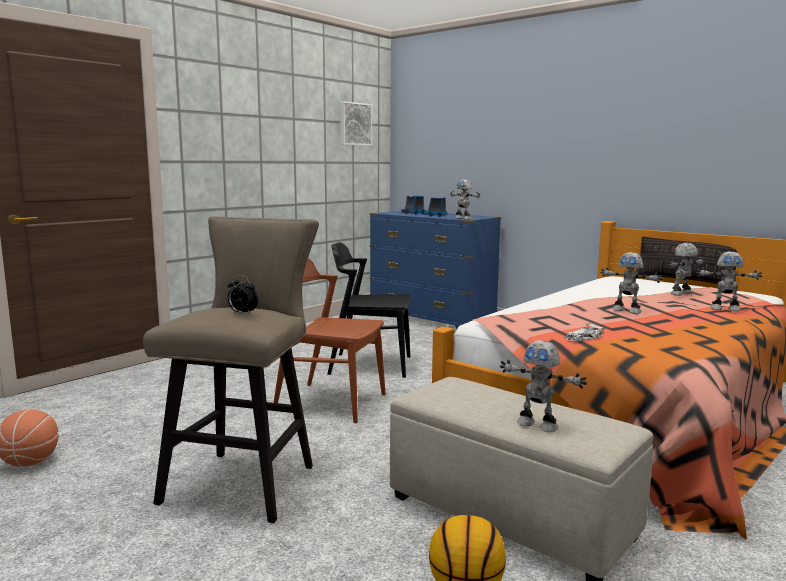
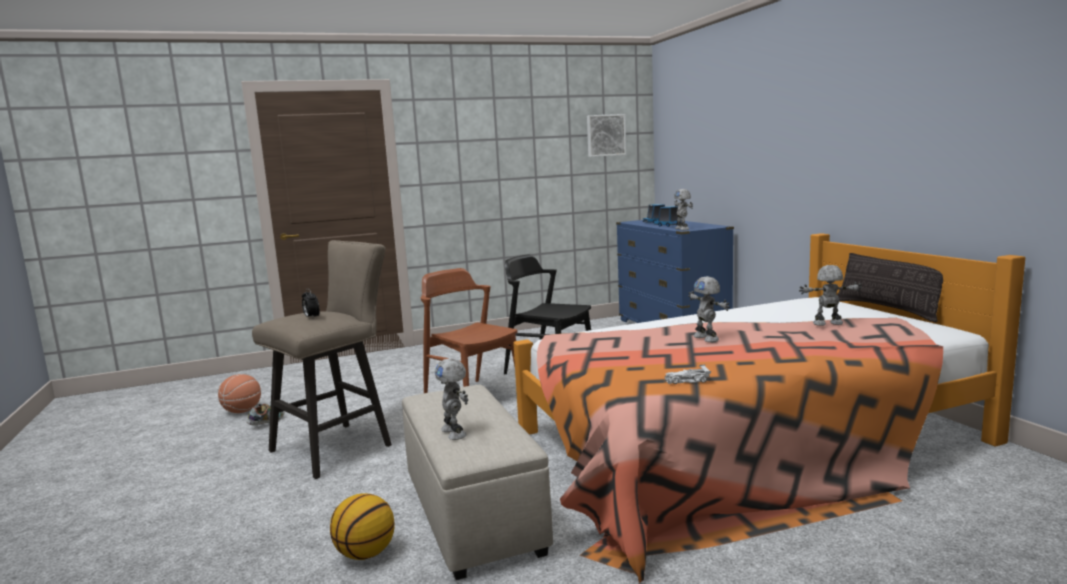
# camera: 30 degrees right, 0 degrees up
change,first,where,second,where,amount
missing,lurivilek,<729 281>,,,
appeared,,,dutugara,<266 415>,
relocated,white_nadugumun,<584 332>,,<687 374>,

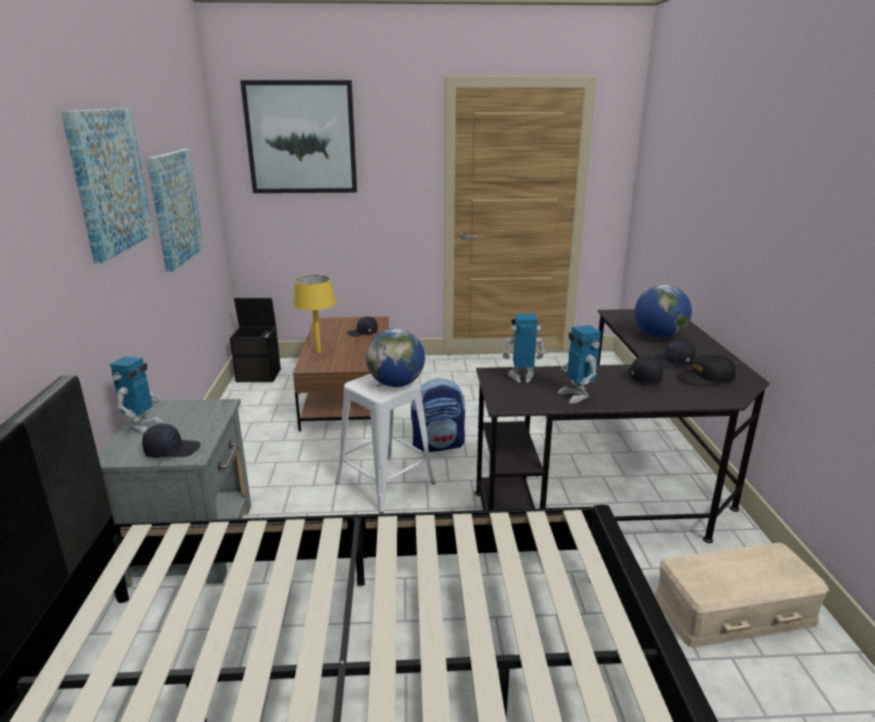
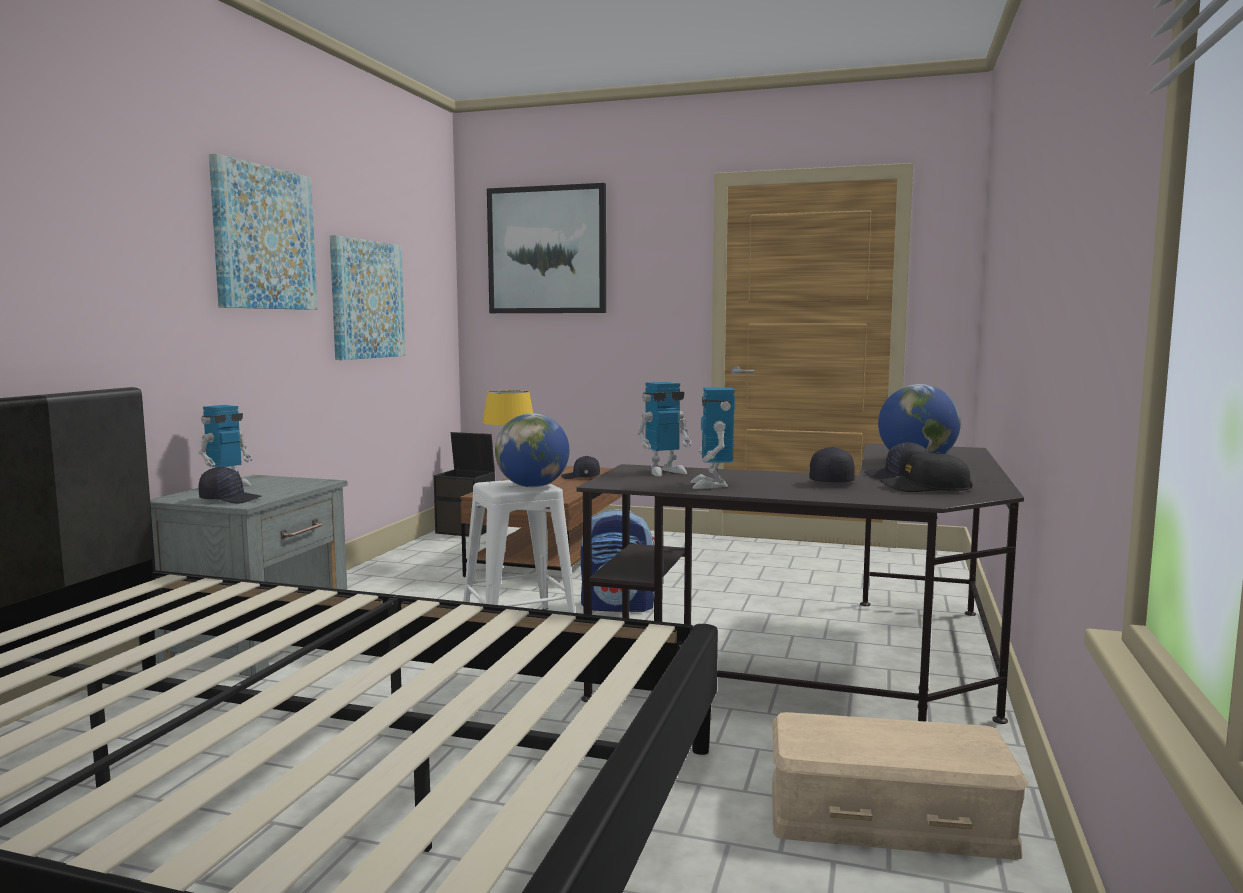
# camera: 20 degrees right, 15 degrees down
change,first,where,second,where,amount
spun,lurivilek,<524 348>,,<664 429>,135 degrees clockwise

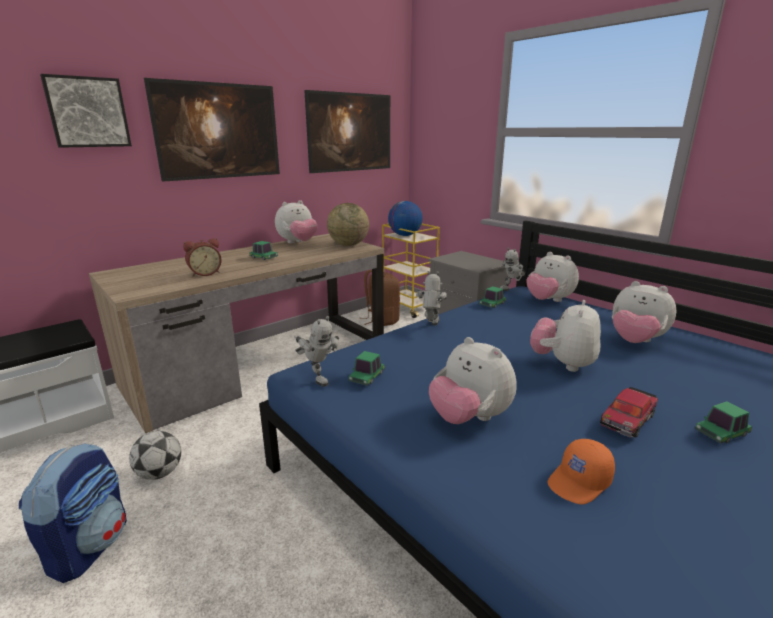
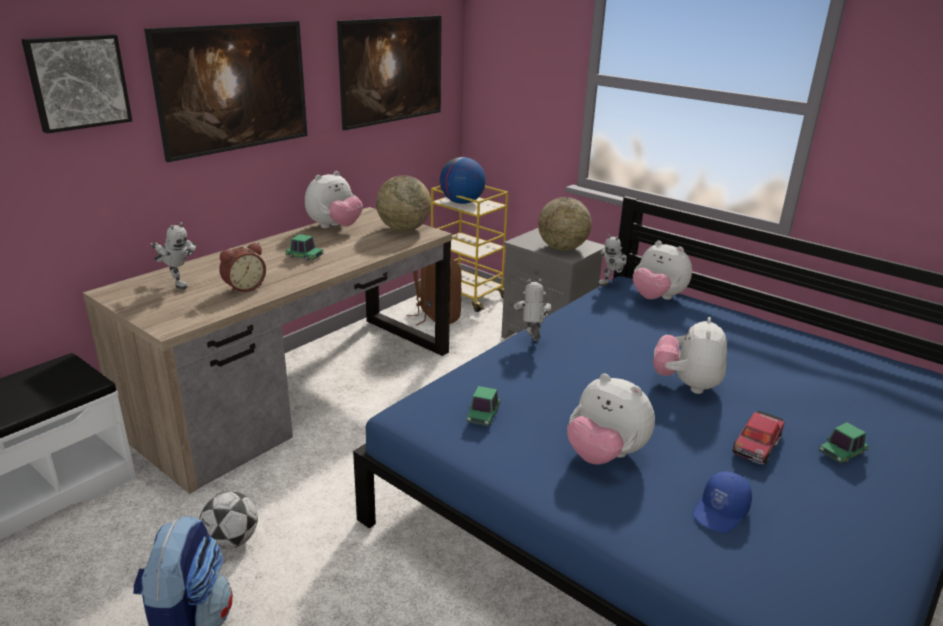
# camera: 10 degrees left, 5 degrees up
change,first,where,second,where,amount
missing,nadugumun,<492 297>,,,
missing,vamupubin,<644 312>,,,
appeared,,,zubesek,<564 224>,
relocated,lurivilek,<316 351>,,<173 255>,
colour,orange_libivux,<581 472>,blue_libivux,<722 502>,

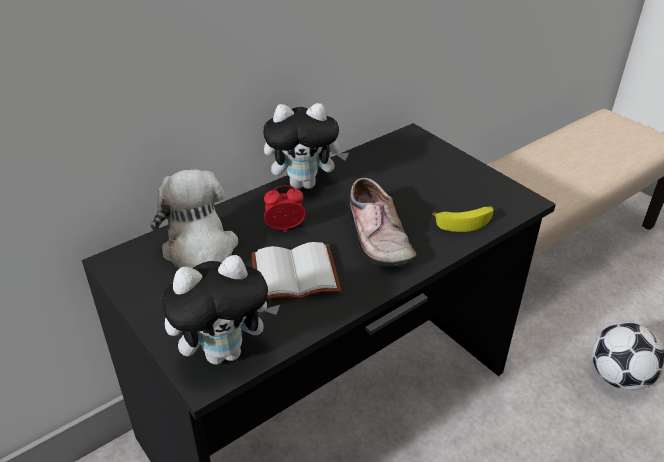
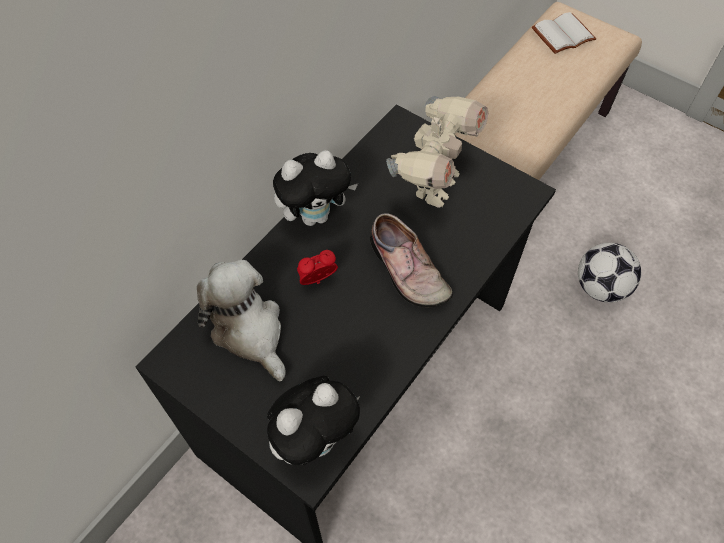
# camera: 15 degrees left, 20 degrees up
change,first,where,second,where,amount
missing,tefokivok,<463 219>,,,
appeared,,,lurivilek,<437 152>,
relocated,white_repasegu,<296 271>,,<564 33>,

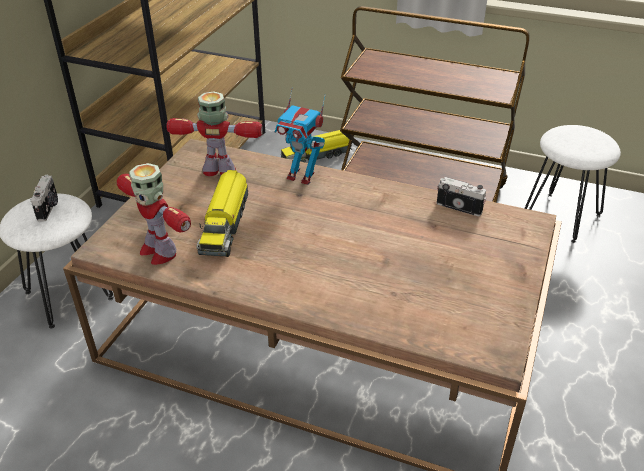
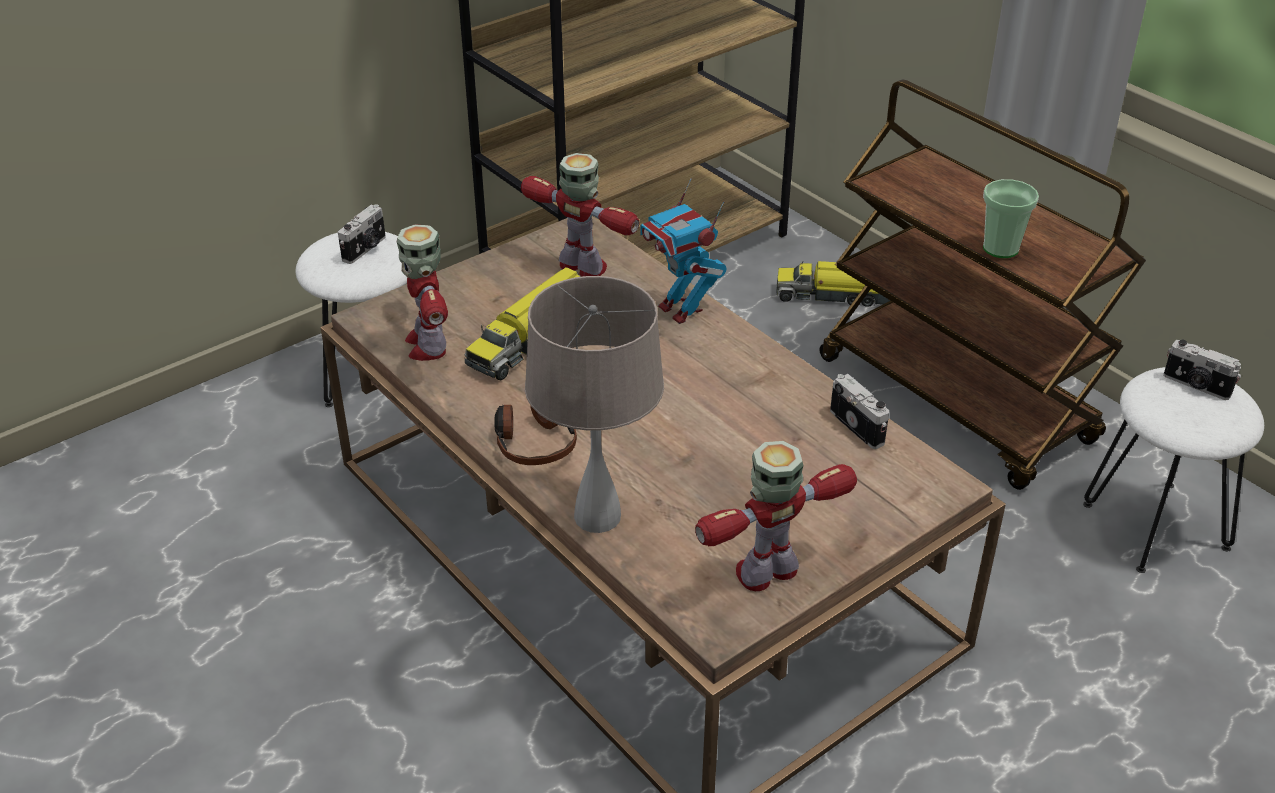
# camera: 30 degrees right, 0 degrees up
change,first,where,second,where,amount
appeared,,,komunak,<535 435>,
appeared,,,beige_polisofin,<594 404>,
appeared,,,lurivilek,<776 516>,
appeared,,,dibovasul,<1011 218>,
appeared,,,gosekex,<1202 369>,

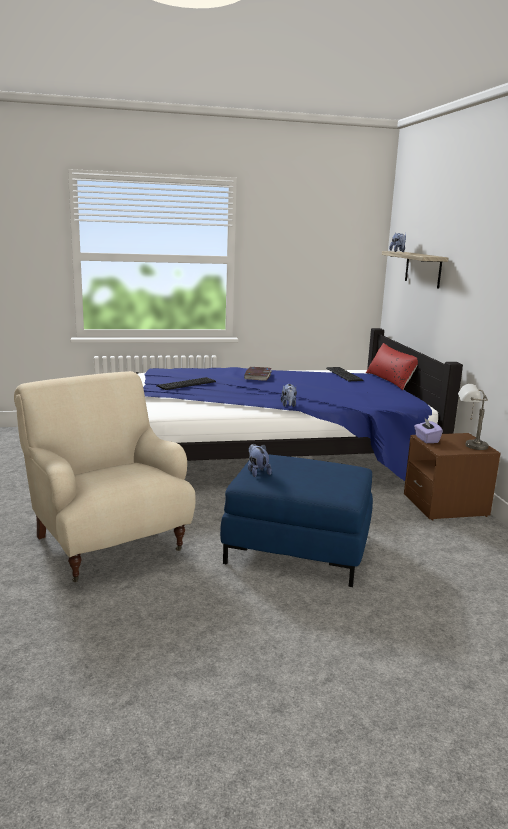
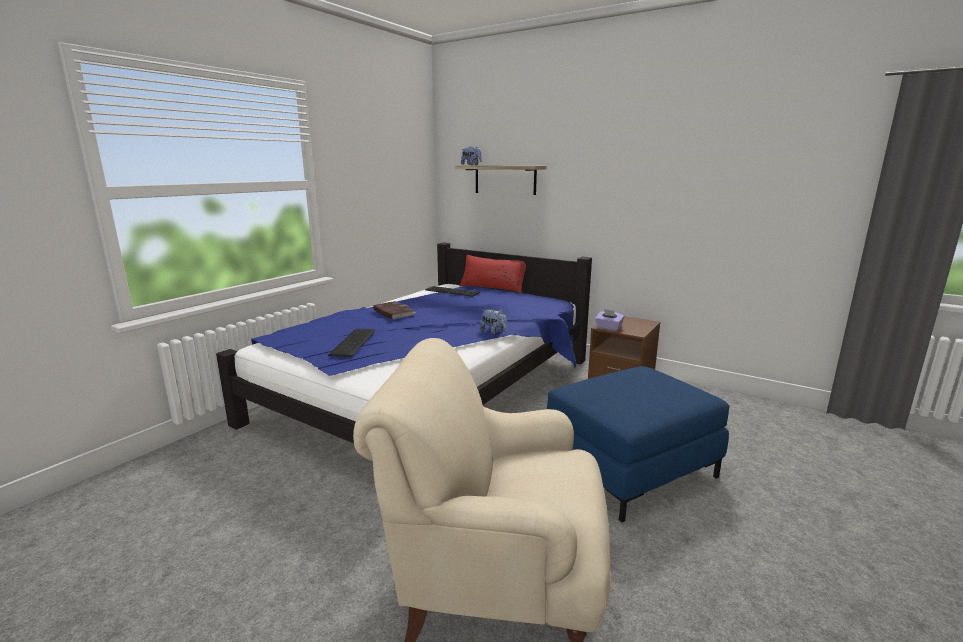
# camera: 45 degrees left, 0 degrees up
change,first,where,second,where,amount
missing,vamupubin,<260 460>,,,
missing,grey_polisofin,<473 417>,,,

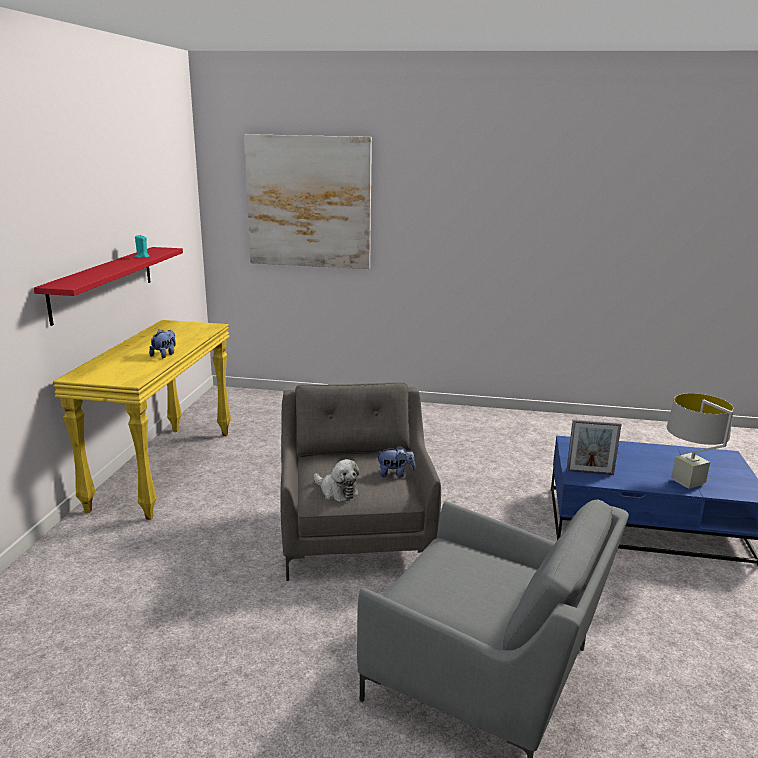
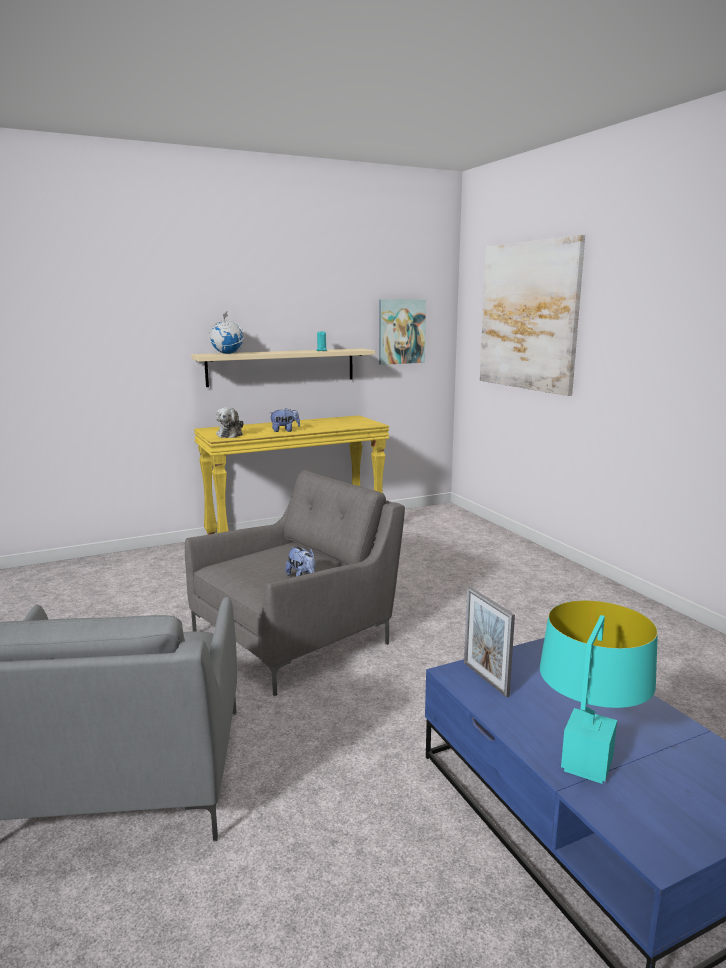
# camera: 55 degrees right, 5 degrees down
change,first,where,second,where,amount
appeared,,,zubesek,<226 332>,
appeared,,,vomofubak,<402 332>,
relocated,vamupubin,<337 480>,,<230 422>,
colour,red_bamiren,<108 286>,beige_bamiren,<283 367>,
colour,grey_polisofin,<700 441>,turquoise_polisofin,<599 692>,

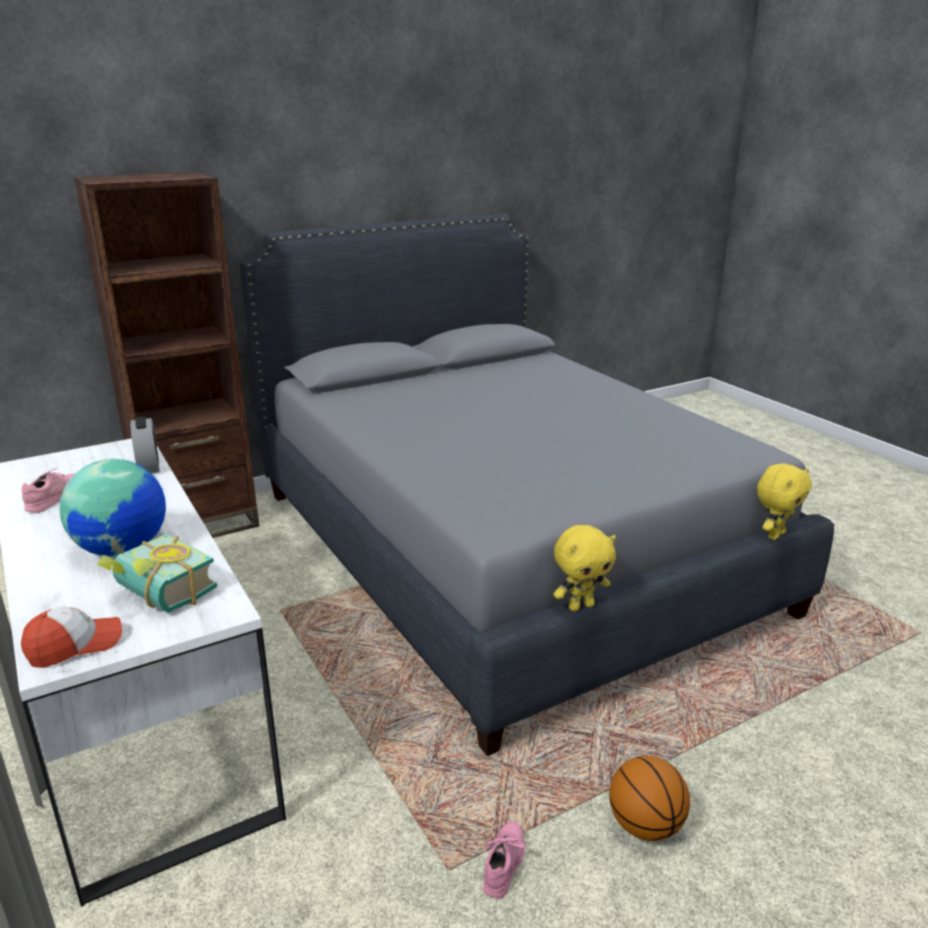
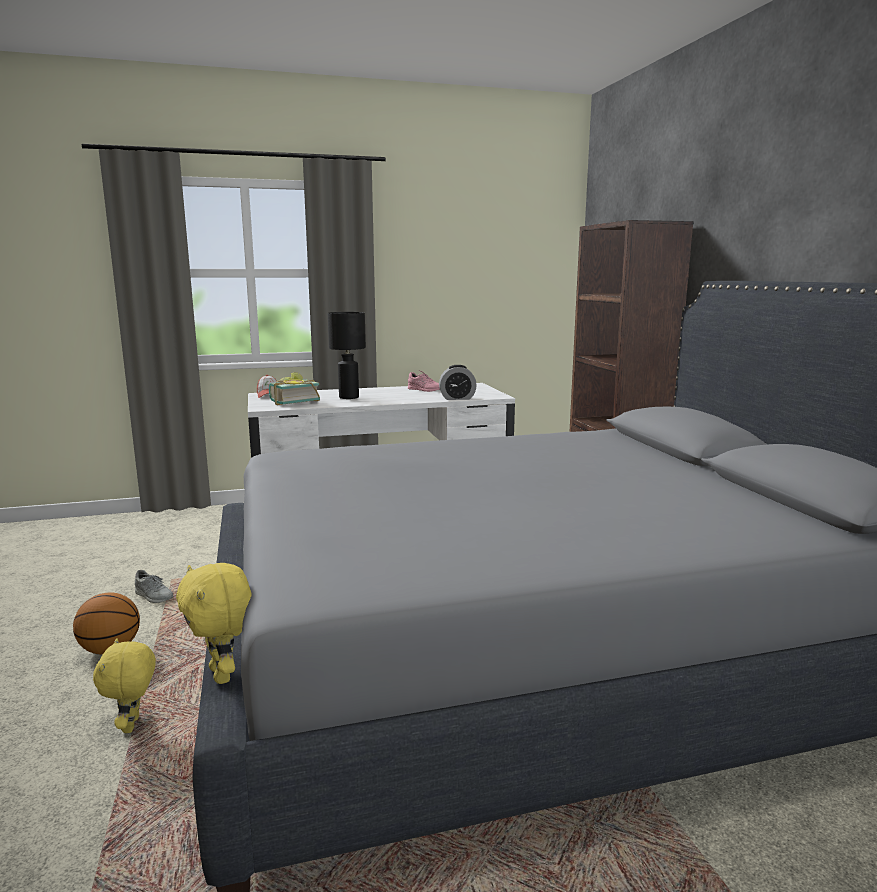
# camera: 105 degrees right, 10 degrees down
change,first,where,second,where,amount
relocated,yellow_vamupubin,<585 568>,,<124 685>,
exchanged,zubesek,<112 508>,black_polisofin,<347 355>,
colour,pink_dutugara,<504 860>,grey_dutugara,<154 586>,

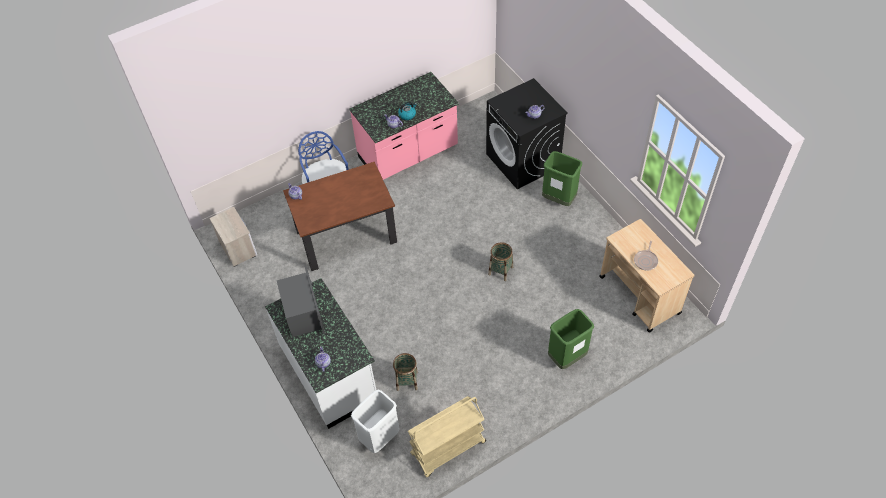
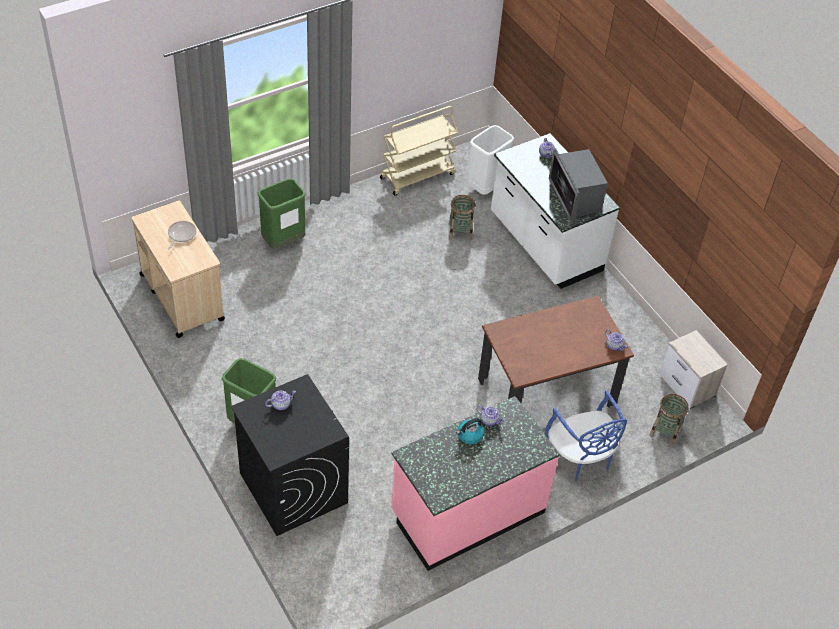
# camera: 175 degrees right, 5 degrees down
change,first,where,second,where,amount
relocated,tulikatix,<500 261>,,<669 420>,

